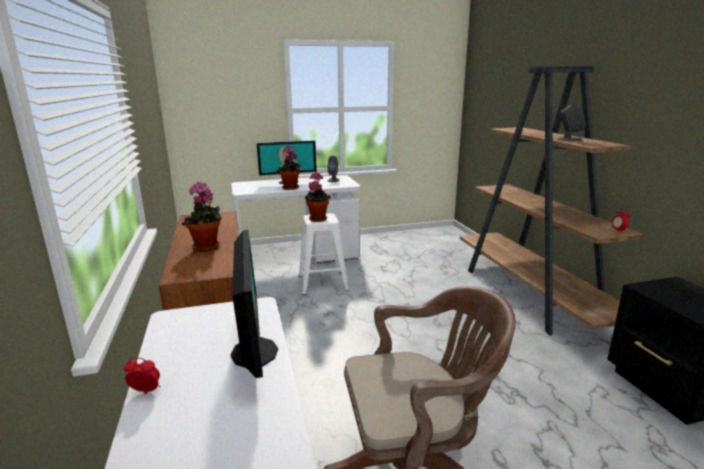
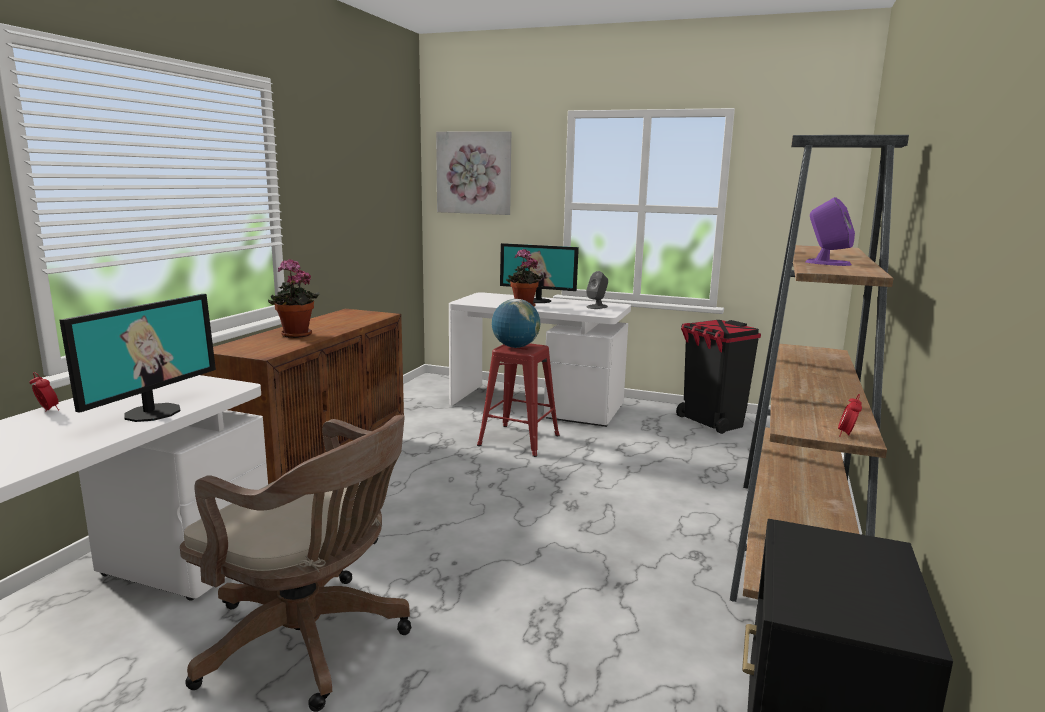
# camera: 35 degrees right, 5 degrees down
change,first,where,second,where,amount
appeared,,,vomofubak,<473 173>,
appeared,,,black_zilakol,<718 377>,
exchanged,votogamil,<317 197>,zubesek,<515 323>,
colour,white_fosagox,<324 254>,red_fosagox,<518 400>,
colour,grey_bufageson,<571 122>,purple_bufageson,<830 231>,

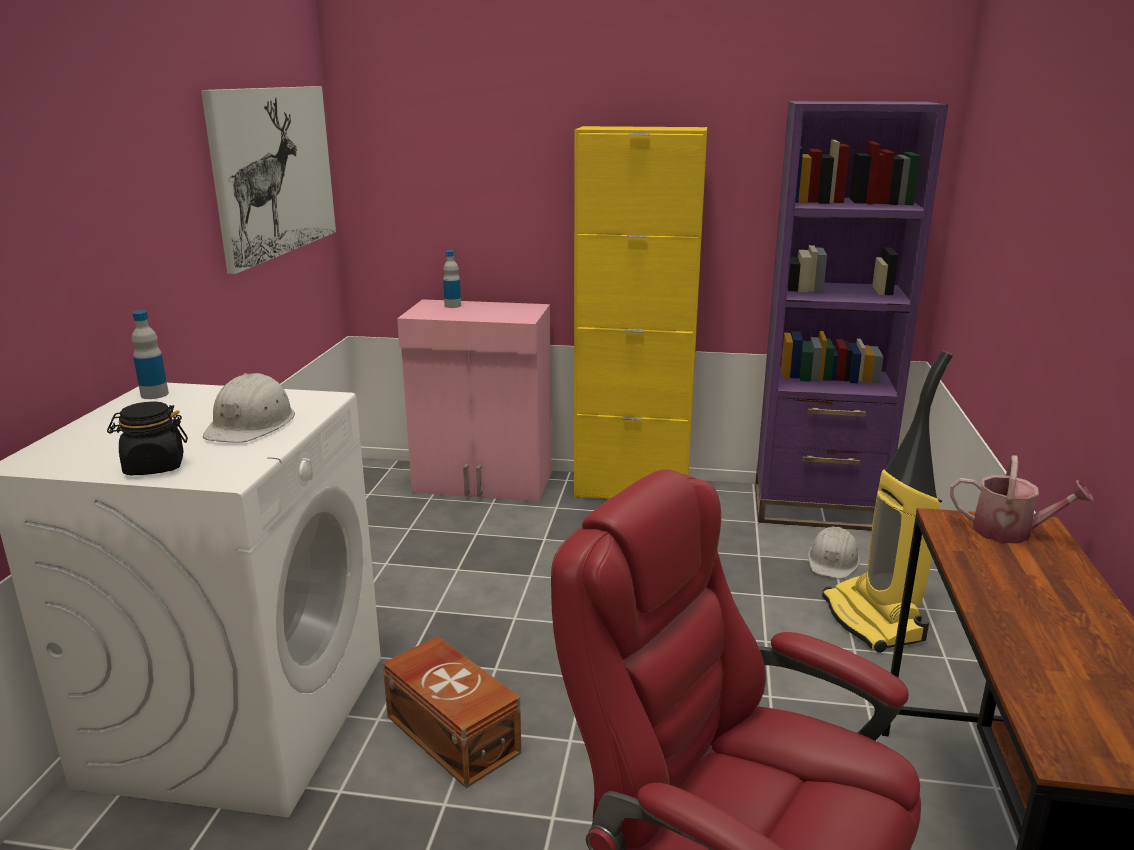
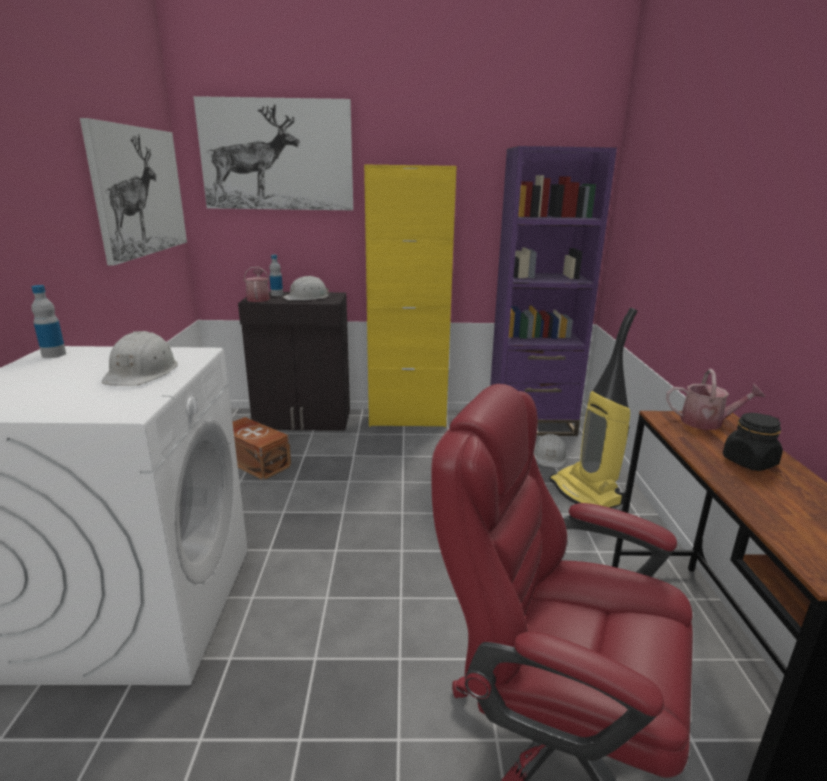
# camera: 10 degrees left, 0 degrees up
change,first,where,second,where,amount
appeared,,,vomofubak,<273 153>,
appeared,,,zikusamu,<257 284>,
appeared,,,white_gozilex,<305 288>,
relocated,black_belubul,<147 438>,,<753 442>,
relocated,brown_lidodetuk,<452 712>,,<262 448>,
colour,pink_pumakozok,<474 400>,black_pumakozok,<294 361>,

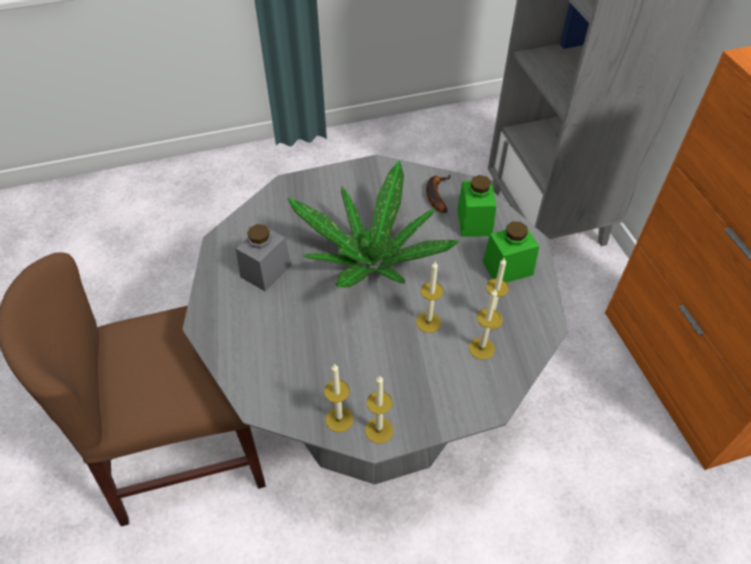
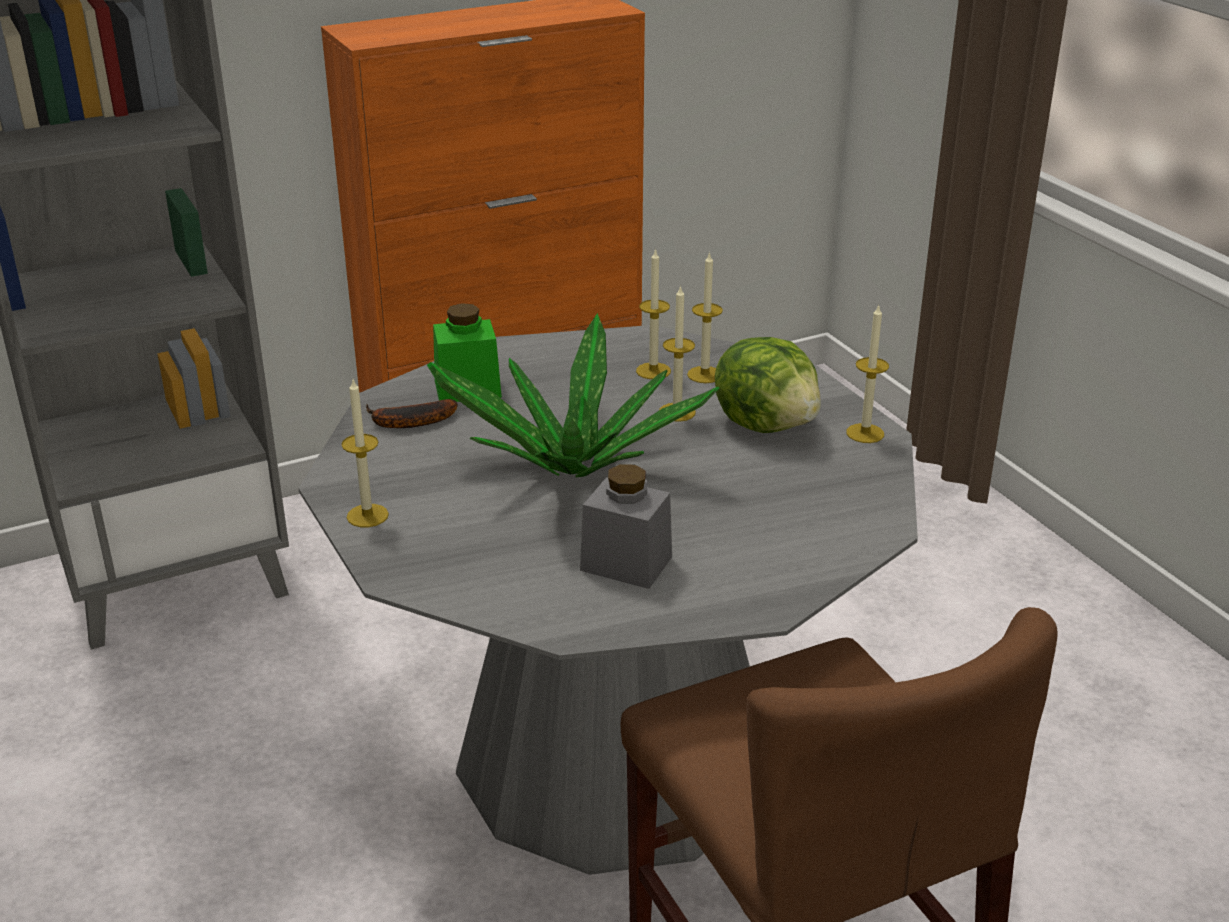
# camera: 100 degrees left, 20 degrees down
change,first,where,second,where,amount
missing,green_belubul,<511 252>,,,
appeared,,,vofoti,<768 385>,
relocated,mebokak,<339 398>,,<365 453>,

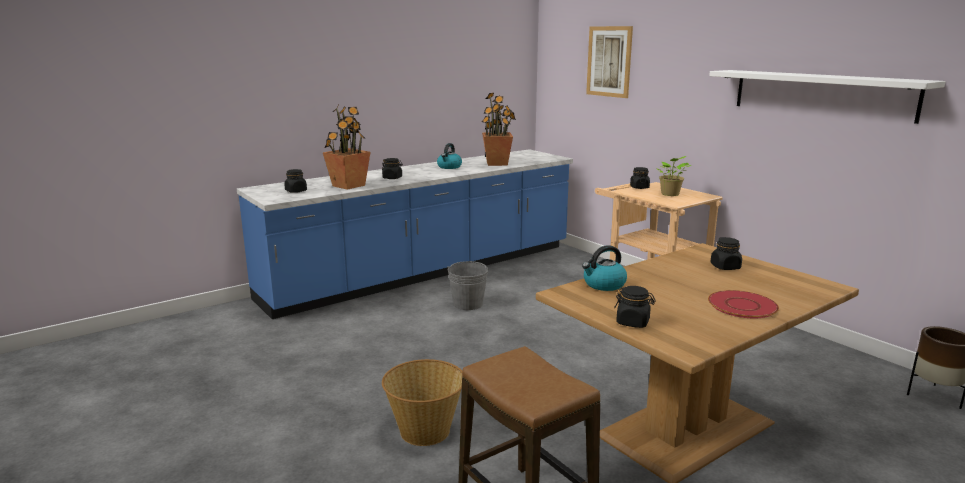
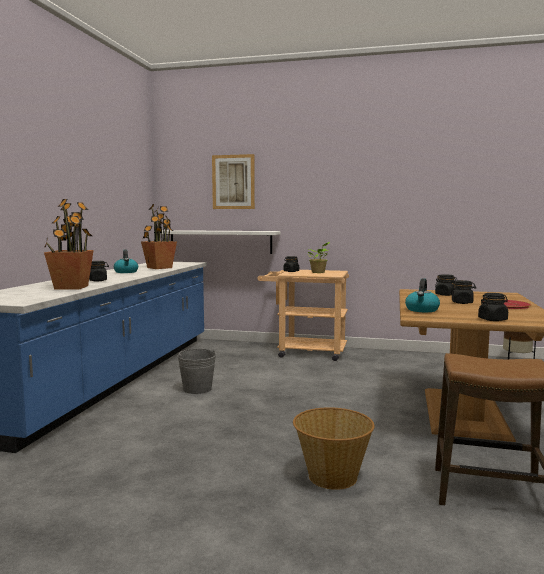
# camera: 40 degrees left, 10 degrees down
change,first,where,second,where,amount
relocated,black_belubul,<295 181>,,<463 292>,
relocated,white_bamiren,<827 97>,,<220 242>,

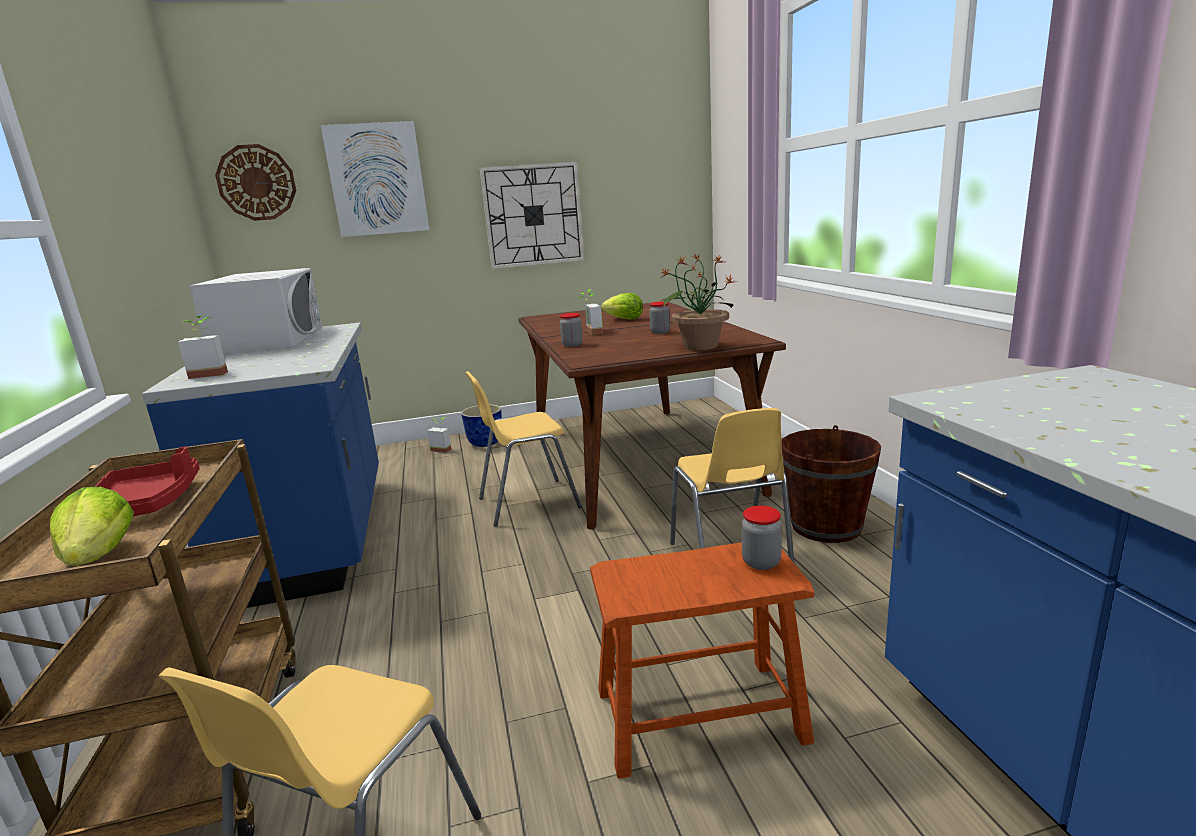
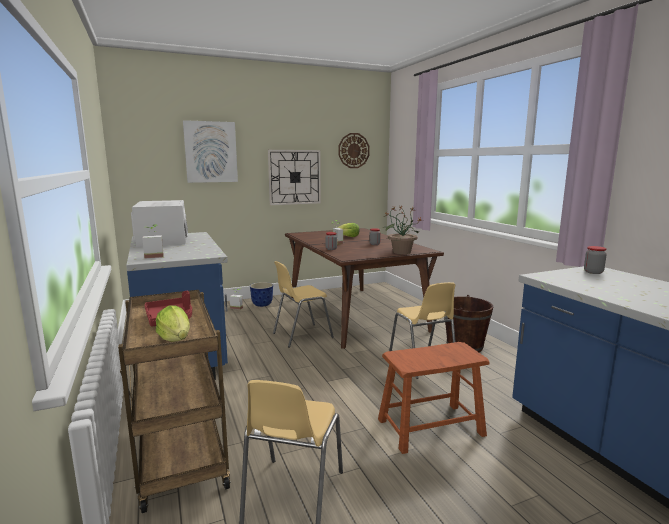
# camera: 10 degrees left, 5 degrees down
change,first,where,second,where,amount
relocated,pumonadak,<255 182>,,<354 150>,
relocated,belubul,<762 538>,,<595 260>,

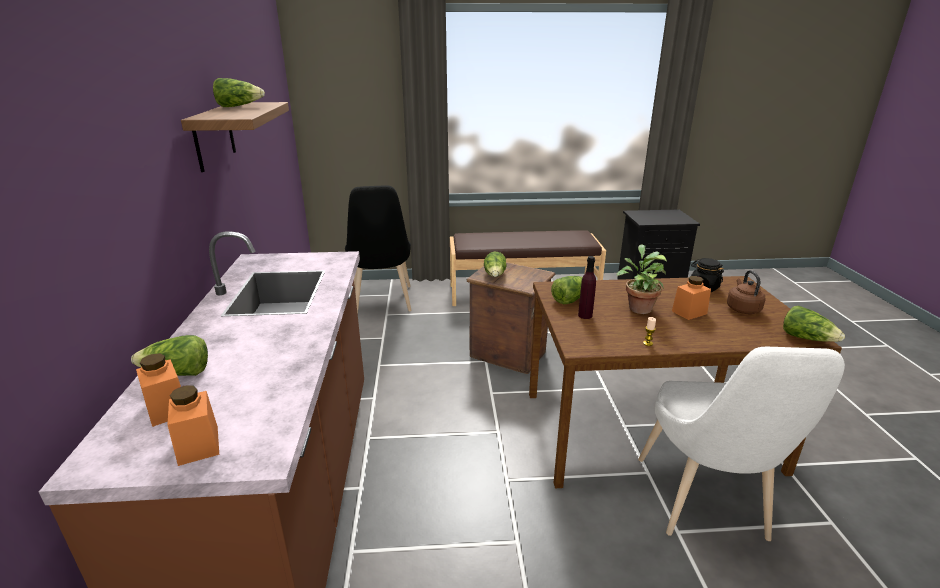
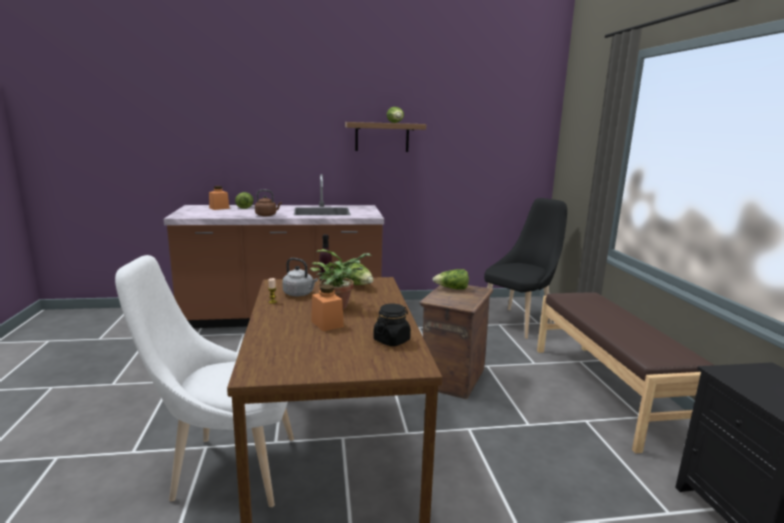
# camera: 85 degrees right, 10 degrees down
change,first,where,second,where,amount
missing,orange_belubul,<193 425>,,,
missing,vofoti,<814 324>,,,
appeared,,,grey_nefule,<300 277>,
relocated,brown_nefule,<746 292>,,<268 203>,
spun,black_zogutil,<378 249>,,<525 268>,150 degrees clockwise

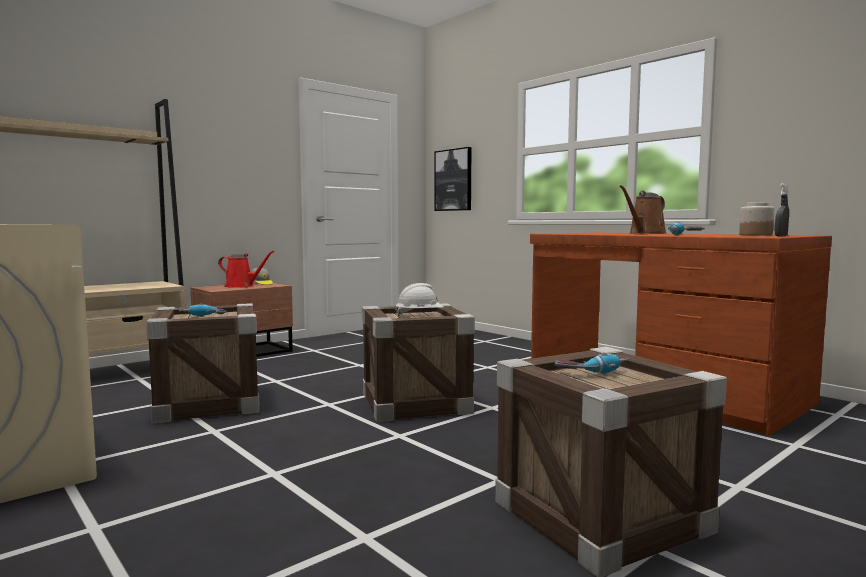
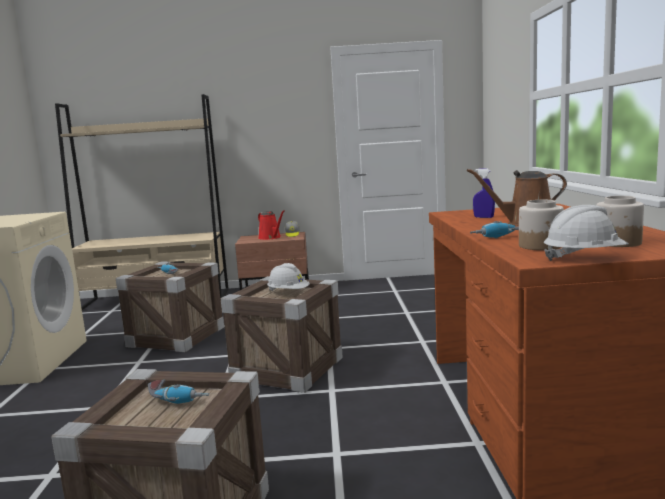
# camera: 40 degrees right, 5 degrees up
change,first,where,second,where,amount
missing,vomofubak,<453 179>,,,
appeared,,,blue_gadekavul,<484 193>,
appeared,,,belubul,<541 225>,
exchanged,grey_gadekavul,<782 209>,white_gozilex,<586 233>,

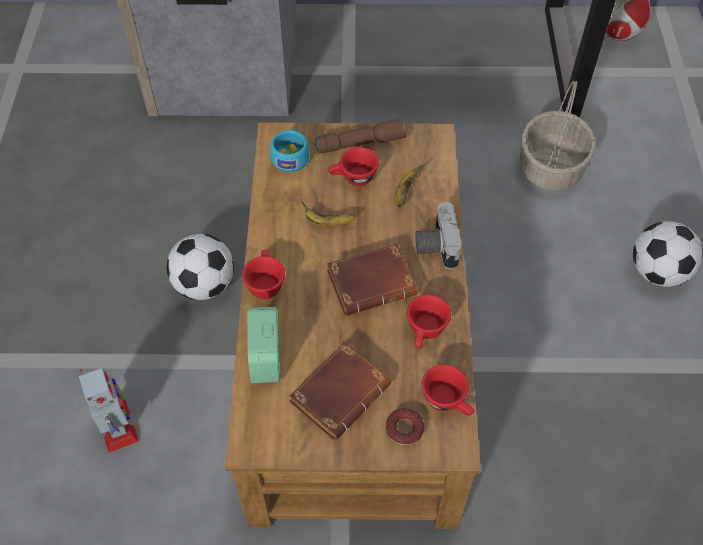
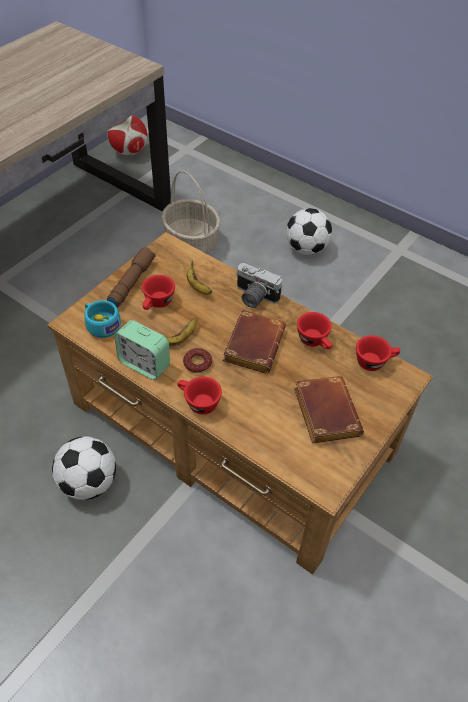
# camera: 55 degrees left, 5 degrees down
change,first,where,second,where,amount
missing,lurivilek,<109 410>,,,
relocated,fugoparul,<263 345>,,<142 350>,
relocated,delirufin,<405 426>,,<197 360>,

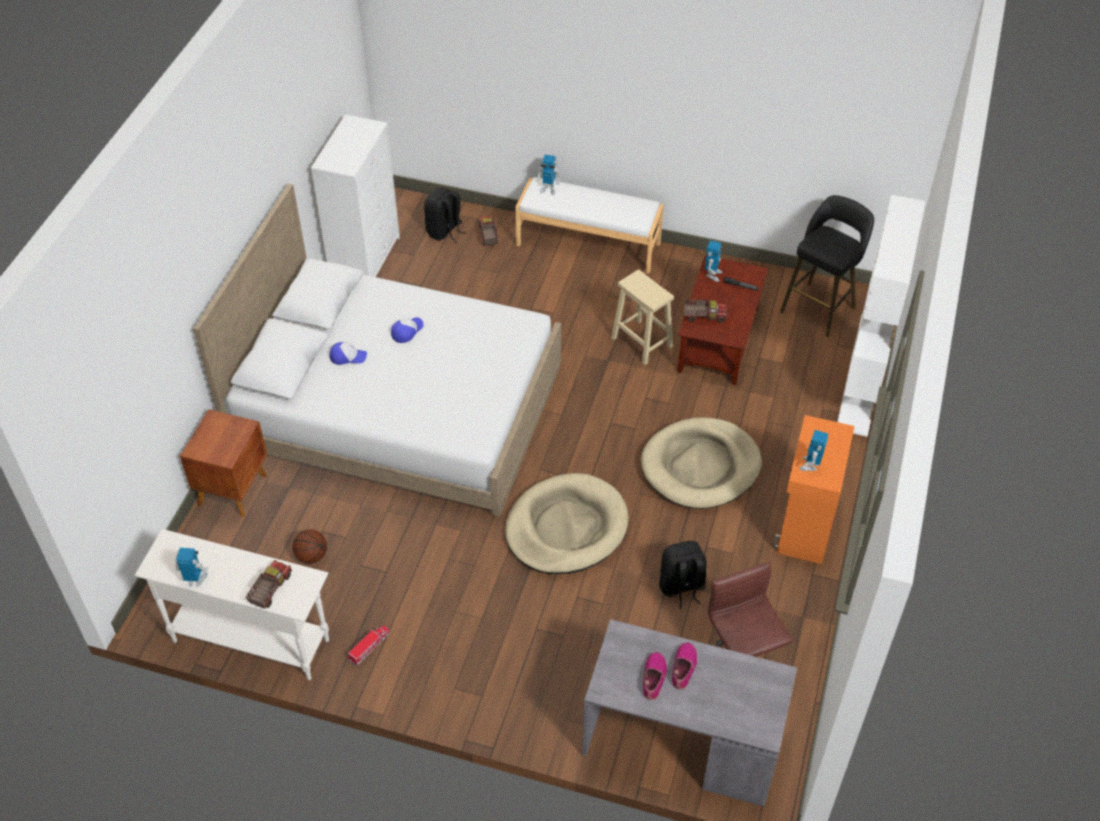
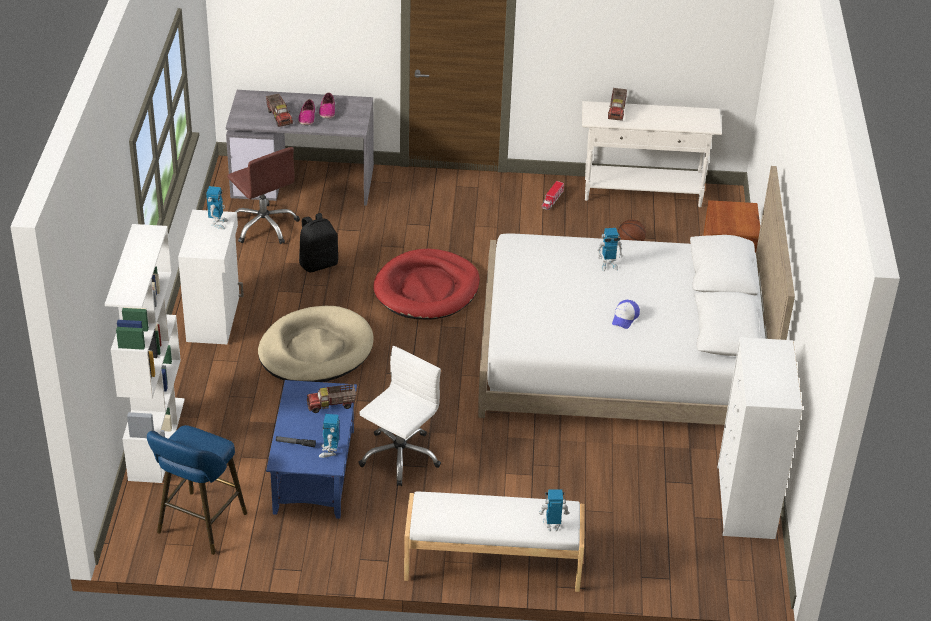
# camera: 165 degrees right, 10 degrees down
change,first,where,second,where,amount
missing,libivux,<348 353>,,,
missing,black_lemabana,<445 215>,,,
relocated,lurivilek,<192 567>,,<610 249>,
relocated,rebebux,<488 231>,,<279 110>,
exchanged,beige_fosagox,<642 317>,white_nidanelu,<399 416>,
colour,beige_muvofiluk,<567 523>,red_muvofiluk,<426 284>,
colour,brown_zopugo,<723 320>,blue_zopugo,<311 449>,
colour,orange_pumakozok,<814 489>,white_pumakozok,<211 277>,
colour,black_fosagox,<827 266>,blue_fosagox,<197 490>,

